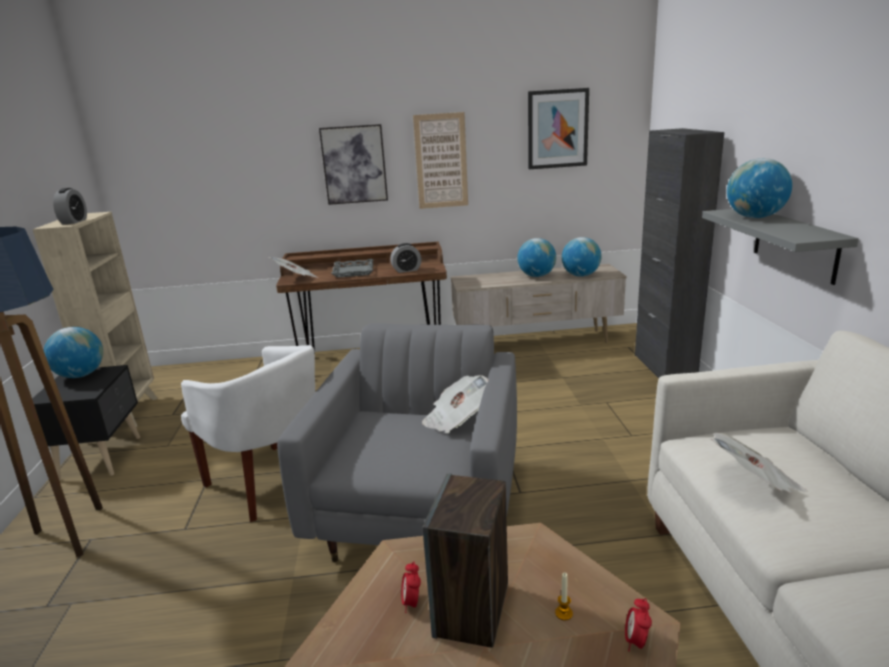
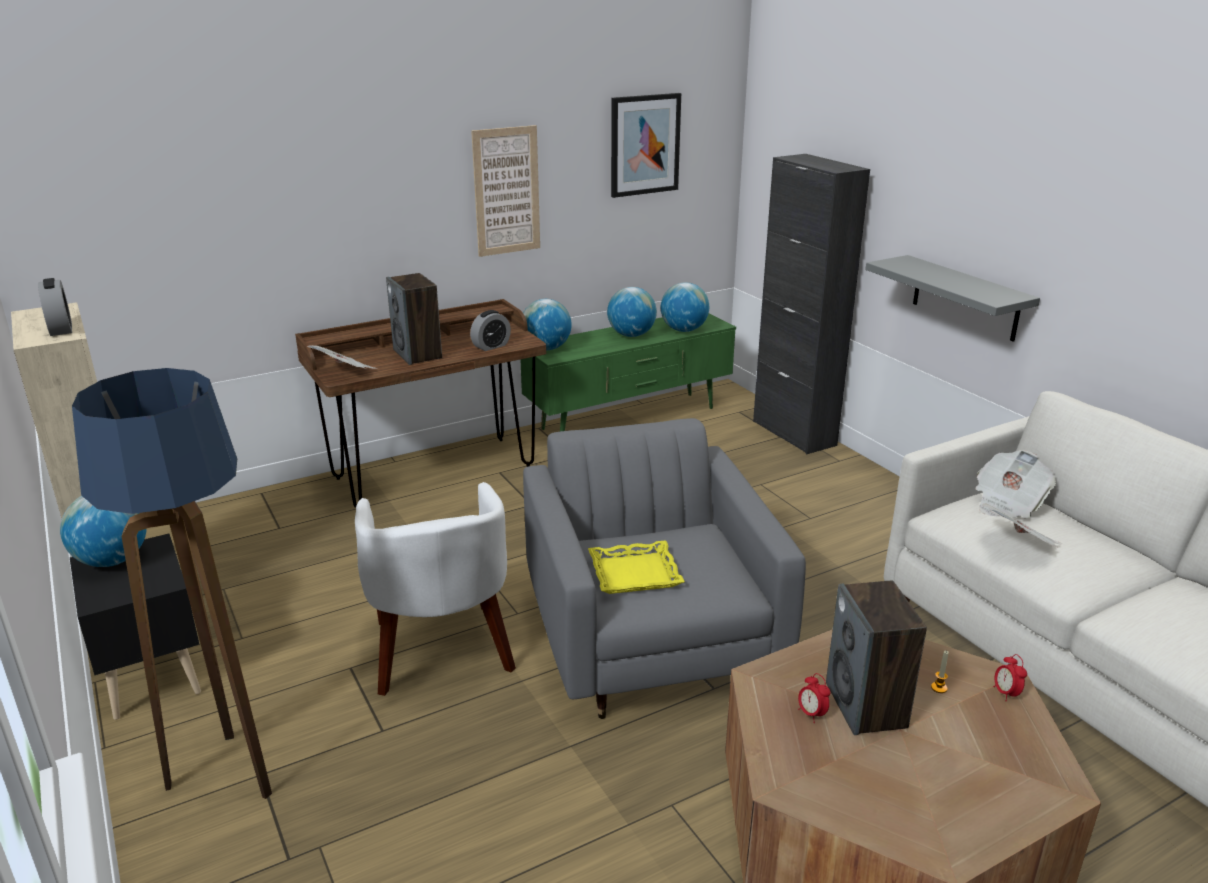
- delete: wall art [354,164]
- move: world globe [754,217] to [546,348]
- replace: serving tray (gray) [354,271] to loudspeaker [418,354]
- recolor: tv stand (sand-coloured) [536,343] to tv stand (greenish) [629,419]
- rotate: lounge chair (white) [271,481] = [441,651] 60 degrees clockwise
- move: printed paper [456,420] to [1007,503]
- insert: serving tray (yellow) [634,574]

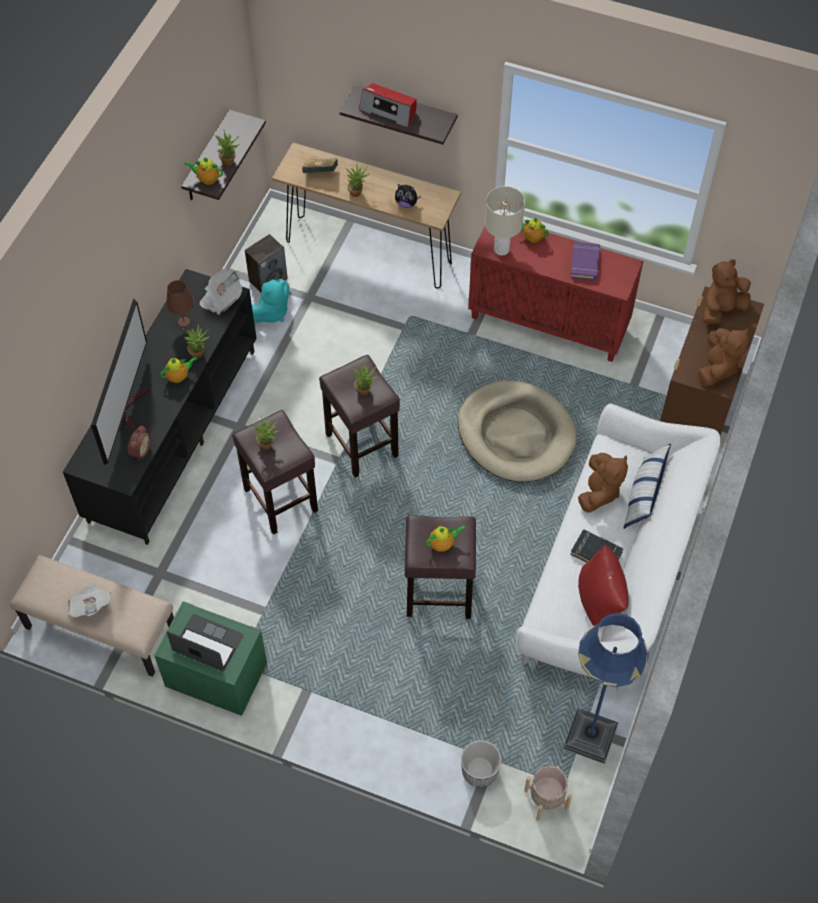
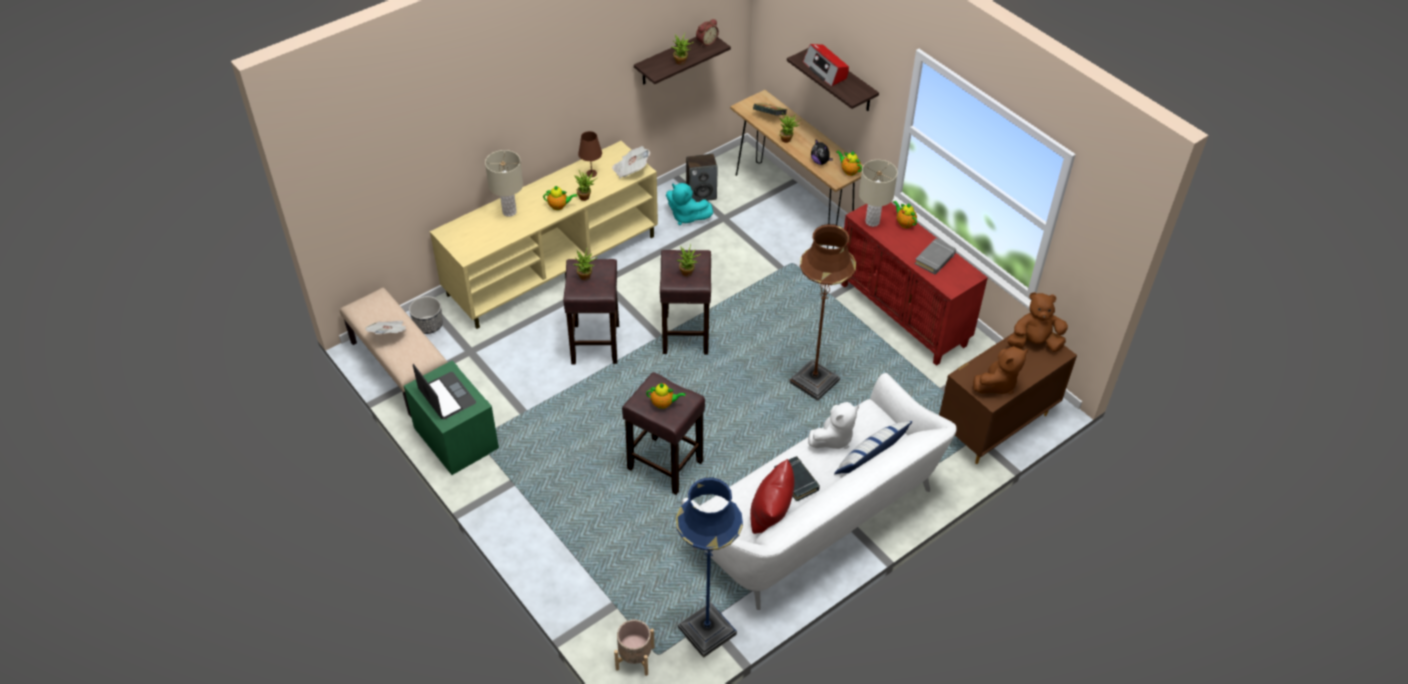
- move: teapot [207,179] to [849,171]
- recolor: volume (purple-coloured) [585,263] to volume (gray) [935,259]
- recolor: tv stand (black) [174,433] to tv stand (sand-coloured) [553,265]
- rotate: soft toy (blue-green) [271,313] = [686,216] 45 degrees clockwise
- replace: television [131,408] to table lamp (sand-coloured) [509,211]
- replace: dog bed (sand-coloured) [516,434] to floor lamp (brown) [814,381]
- move: table clock [139,451] to [706,42]
- recolor: soft toy (brown) [599,492] to soft toy (white) [833,438]
- move: plant pot [480,771] to [429,325]

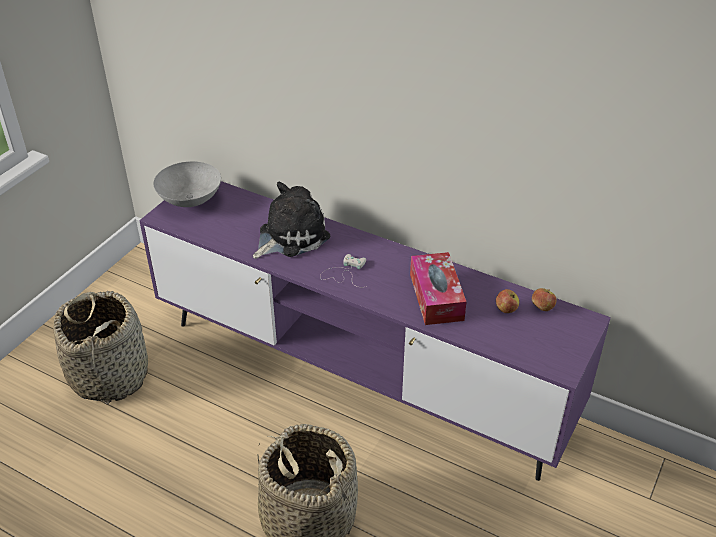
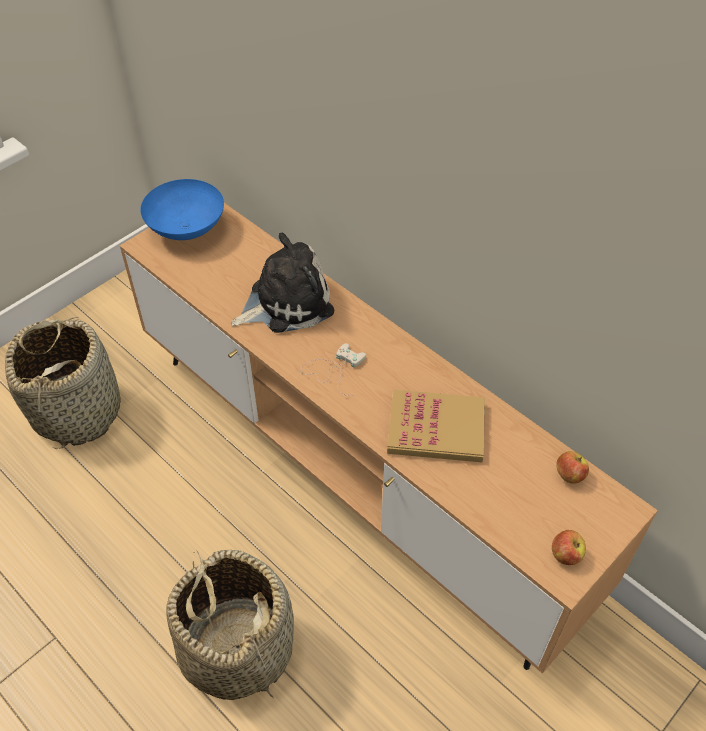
- recolor: bowl (gray) [190,201] to bowl (bluish) [186,230]
- recolor: tv stand (purple-coloured) [359,373] to tv stand (brown) [354,472]
- replace: box of tissues [436,297] to volume [436,429]
- move: apple [506,309] to [565,555]

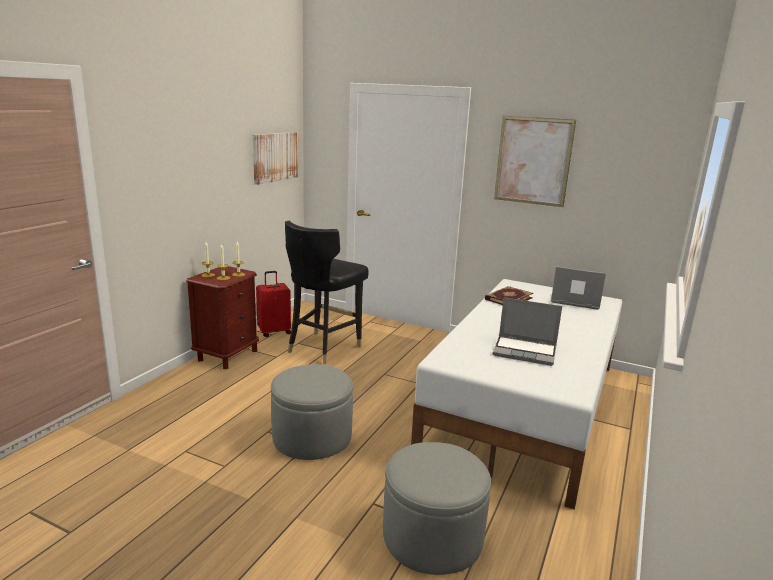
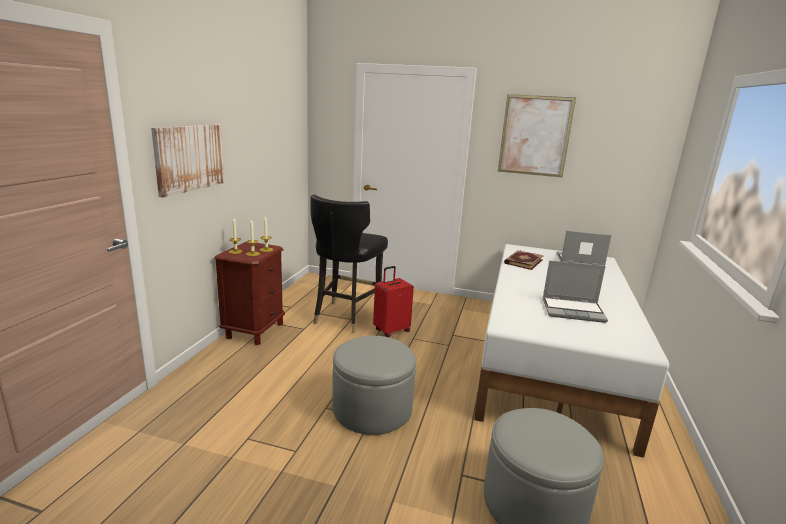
- move: wall art [275,157] to [189,158]
- move: piece of luggage (red) [274,332] to [391,330]

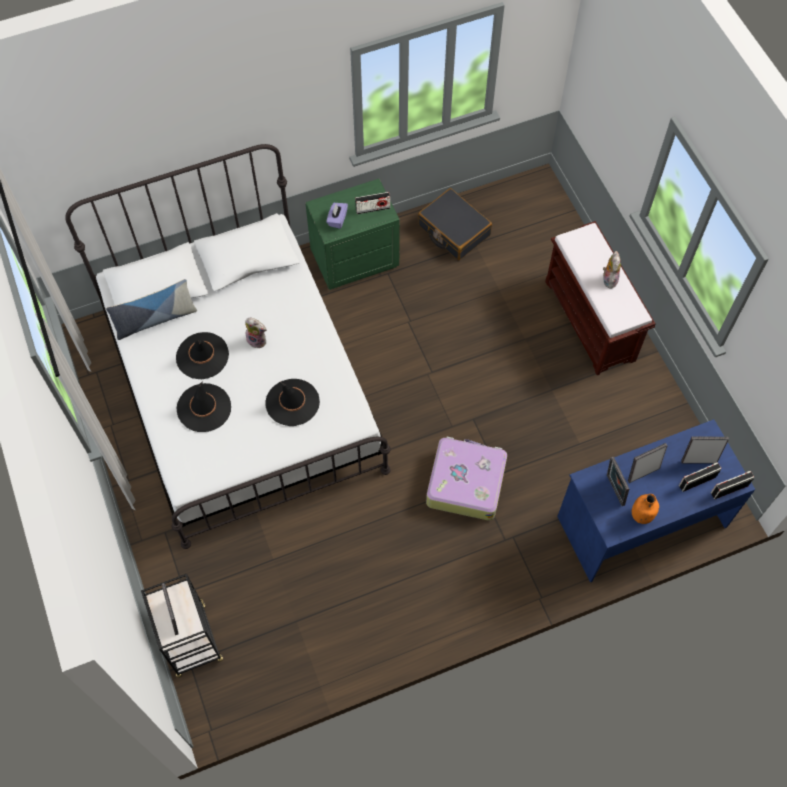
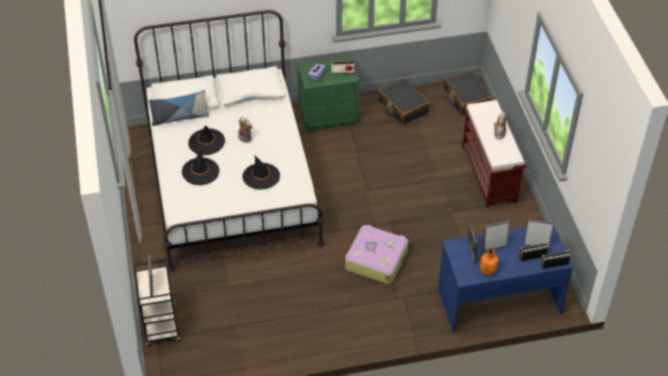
- insert: piece of luggage (black) [466,98]

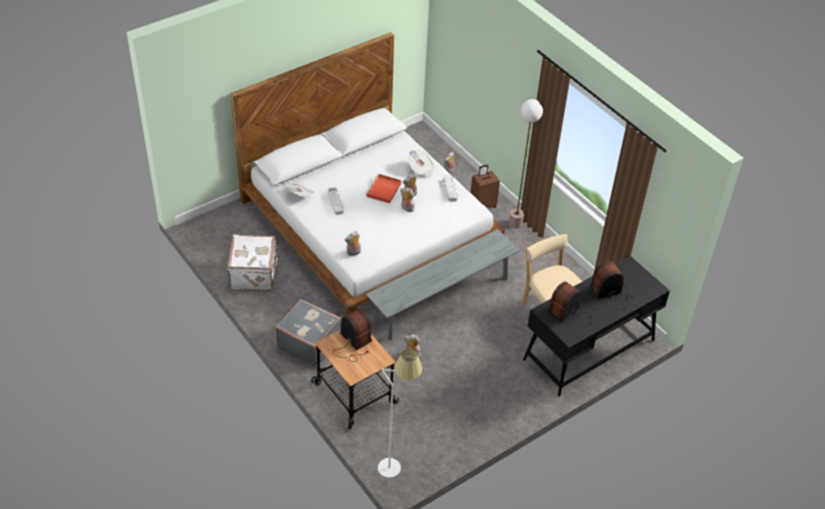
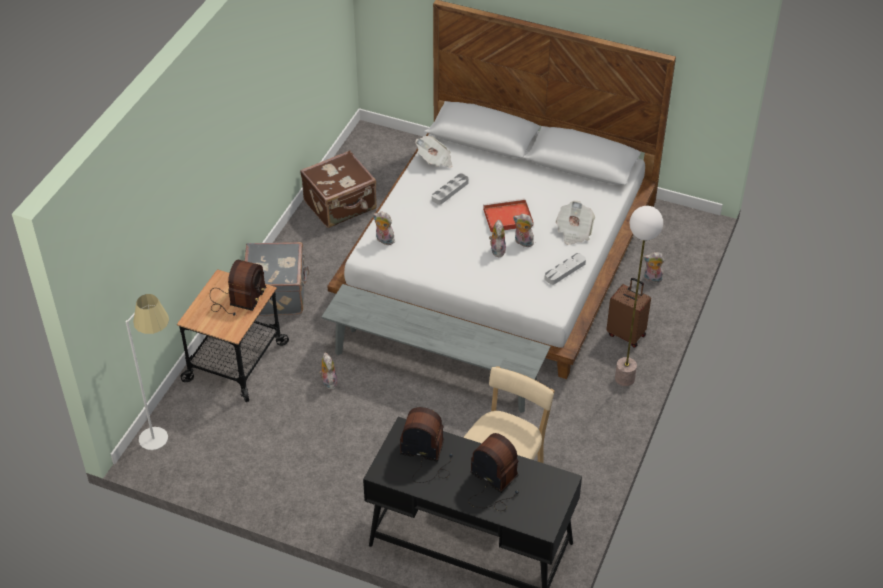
- recolor: piece of luggage (white) [254,273] to piece of luggage (brown) [341,205]

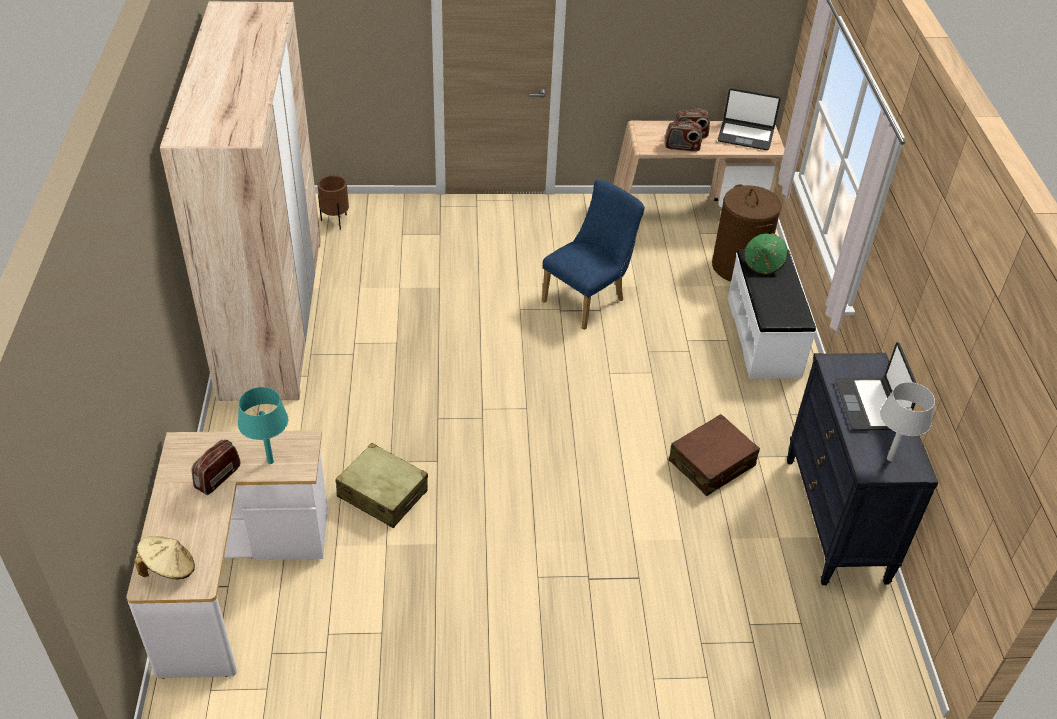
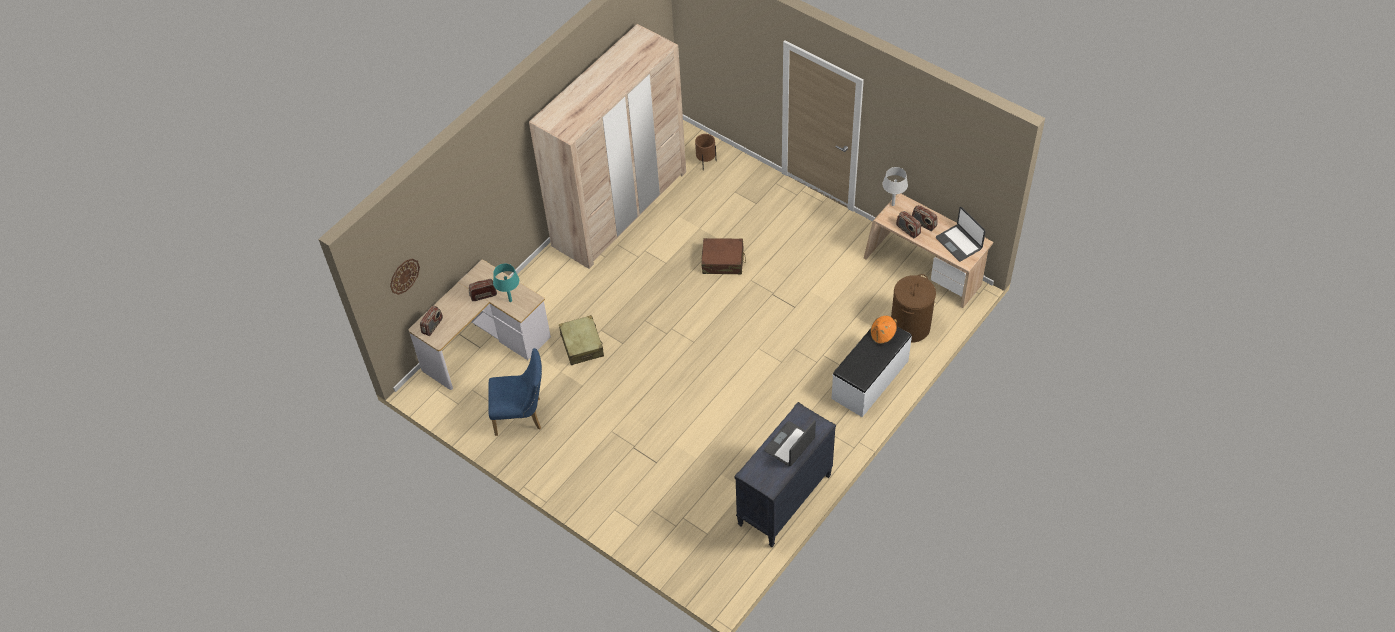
- move: upright chair (bluish) [588,299] to [522,416]
- recolor: hat (greenish) [763,264] to hat (orangey) [883,335]
- move: table lamp (gray) [889,458] to [893,204]
- move: piece of luggage (brown) [712,464] to [723,261]
- replace: hat (sand-coloured) [169,568] to radio set [432,326]
- insert: hanging clock [404,276]

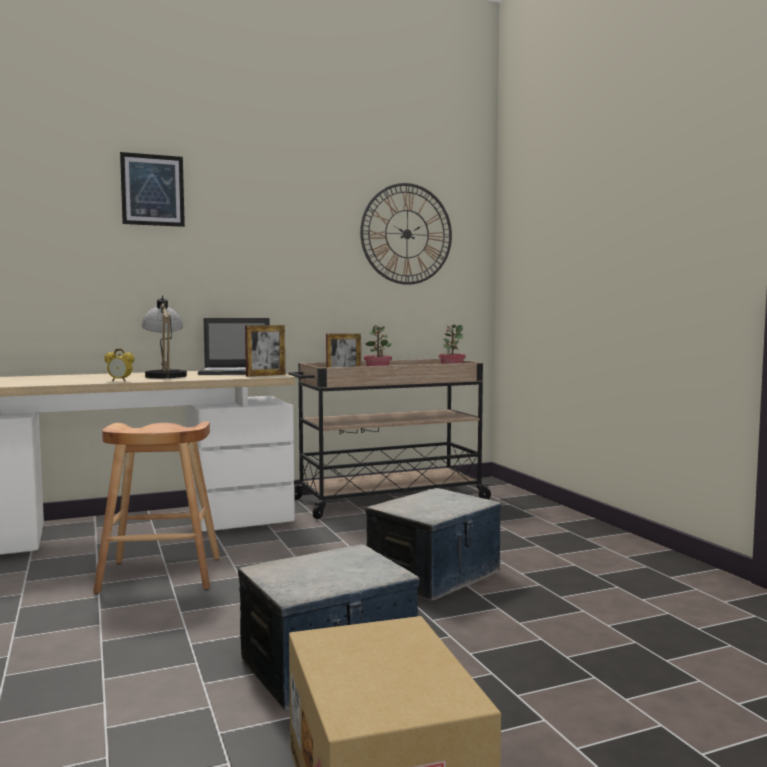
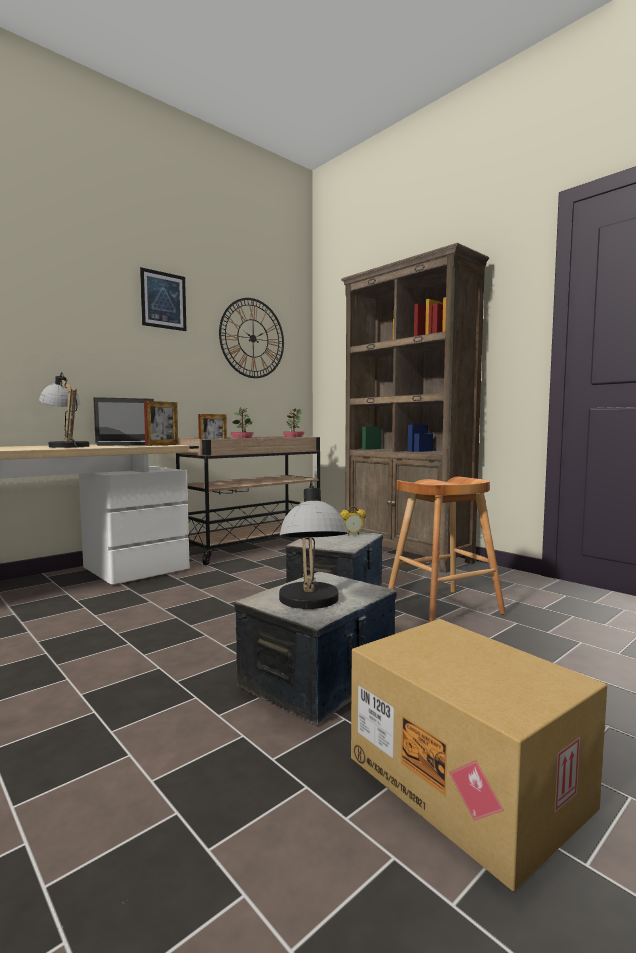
- move: wall art [152,190] to [163,300]
- move: table clock [120,381] to [352,534]
- move: stool (brown) [161,575] to [443,609]
- insert: bookshelf (brown) [406,554]
- insert: table lamp [311,604]

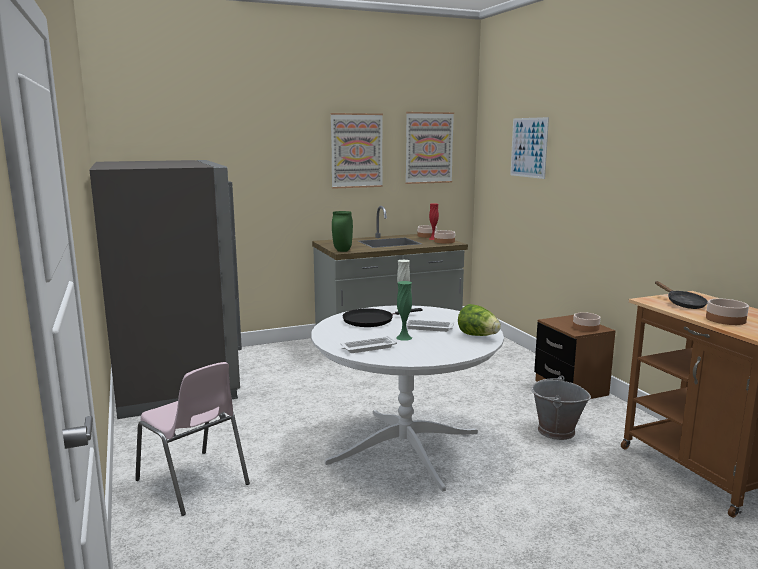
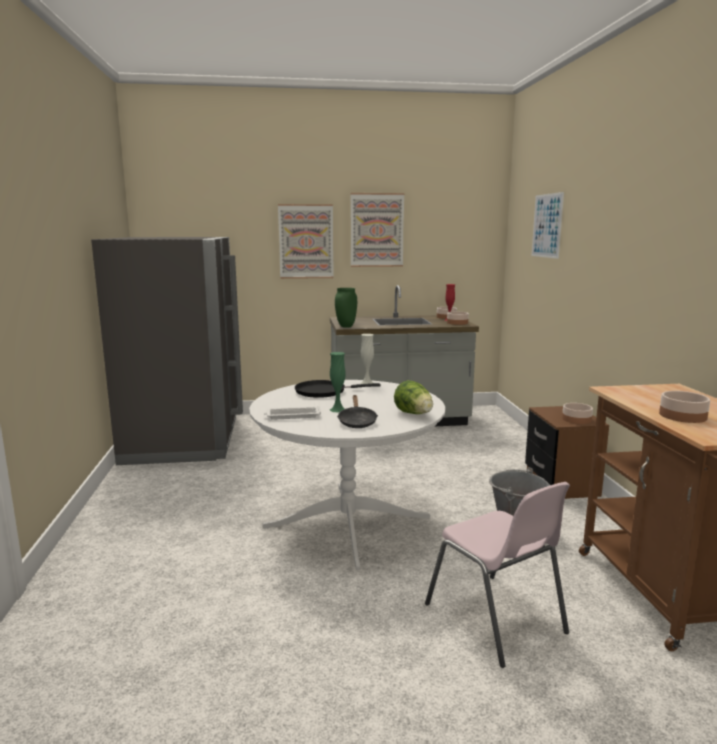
- move: wall art [429,148] to [306,241]
- move: skillet (black) [682,304] to [357,421]
- delete: serving tray (white) [427,328]
- move: upright chair (pink) [193,483] to [496,619]

